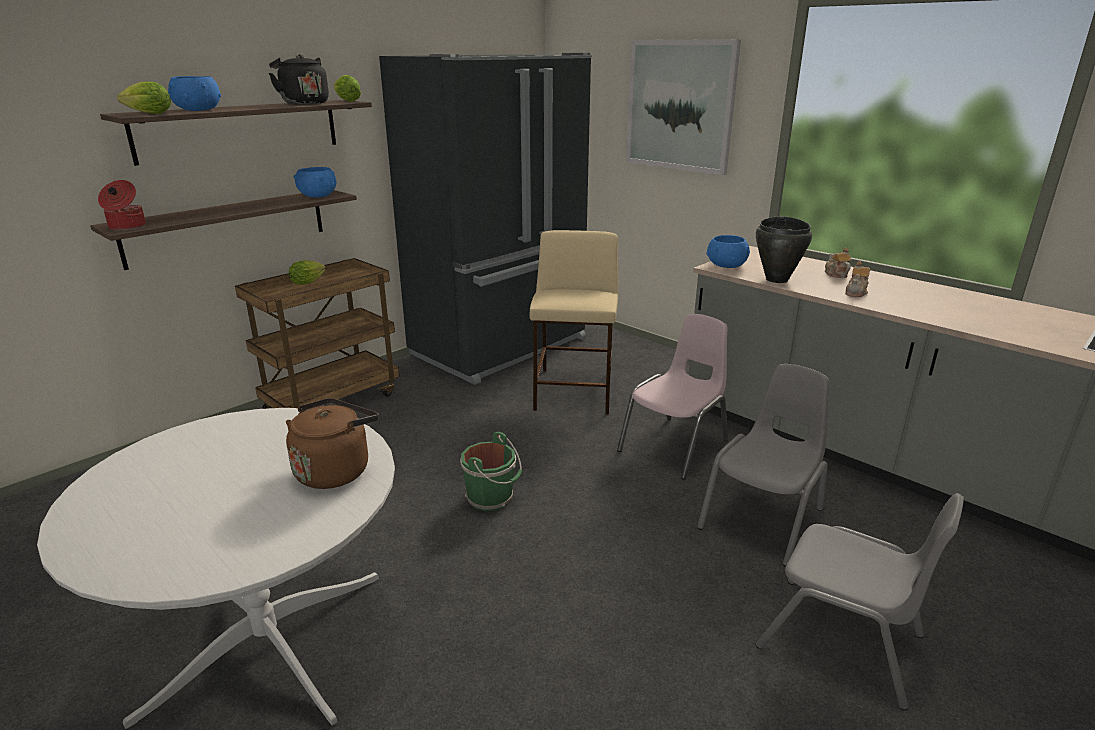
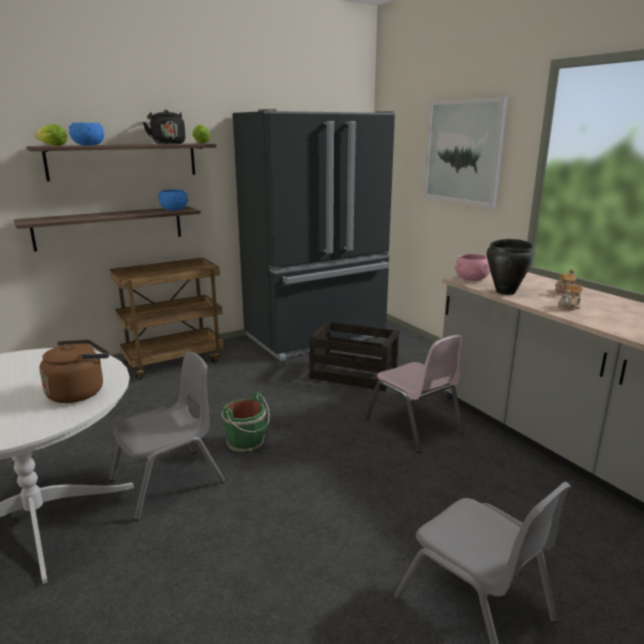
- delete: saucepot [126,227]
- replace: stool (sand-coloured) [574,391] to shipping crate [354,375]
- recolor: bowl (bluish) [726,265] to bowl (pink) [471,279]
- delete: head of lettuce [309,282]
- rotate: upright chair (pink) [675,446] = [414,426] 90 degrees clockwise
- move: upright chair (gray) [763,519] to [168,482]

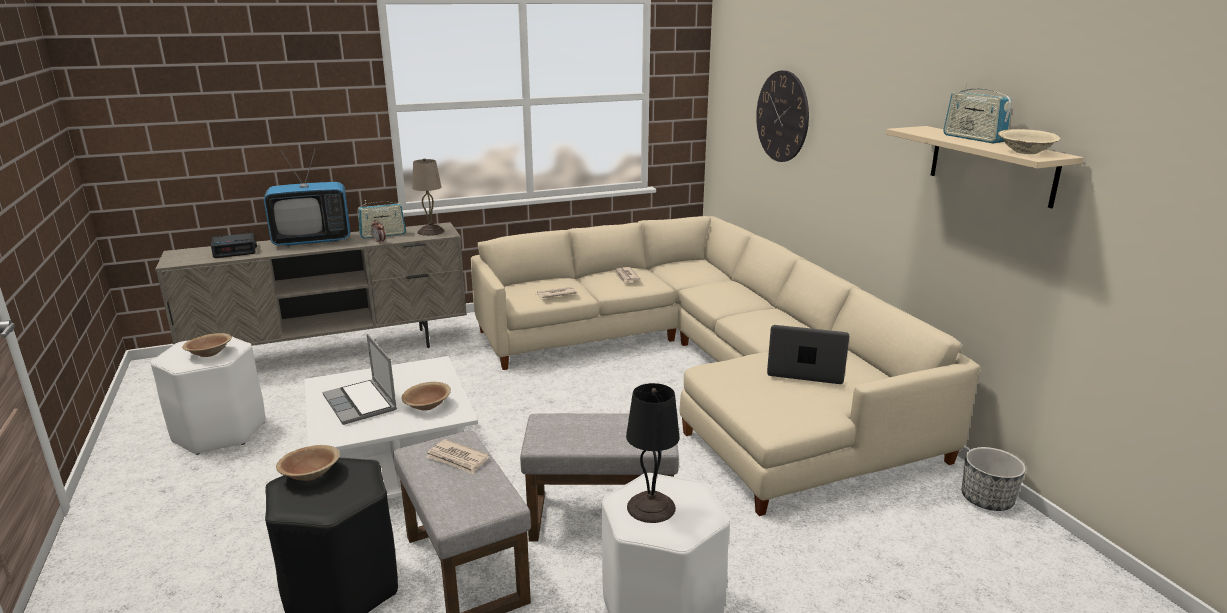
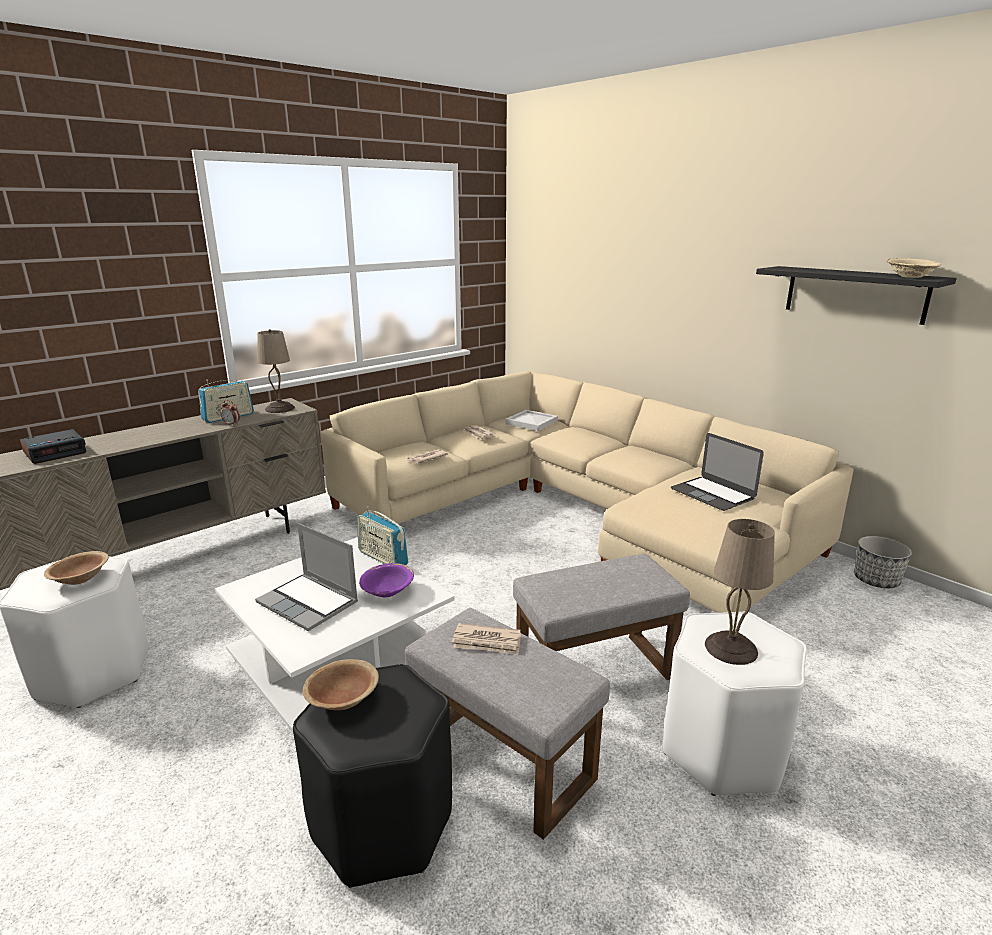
- delete: hanging clock [782,116]
- move: radio set [973,138] to [383,558]
- recolor: bracket shelf (sand-coloured) [991,165] to bracket shelf (black) [855,294]
- delete: television [312,240]
- rotate: portable computer [805,369] = [712,493] 120 degrees counterclockwise
- recolor: bowl (brown) [427,406] to bowl (purple-coloured) [387,591]
- recolor: table lamp (black) [651,508] to table lamp (sand-coloured) [732,648]
- insert: serving tray (white) [530,422]

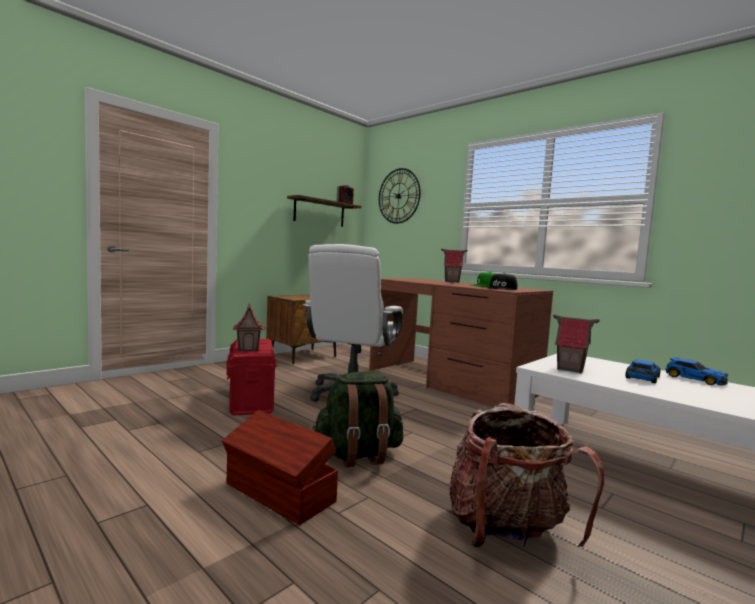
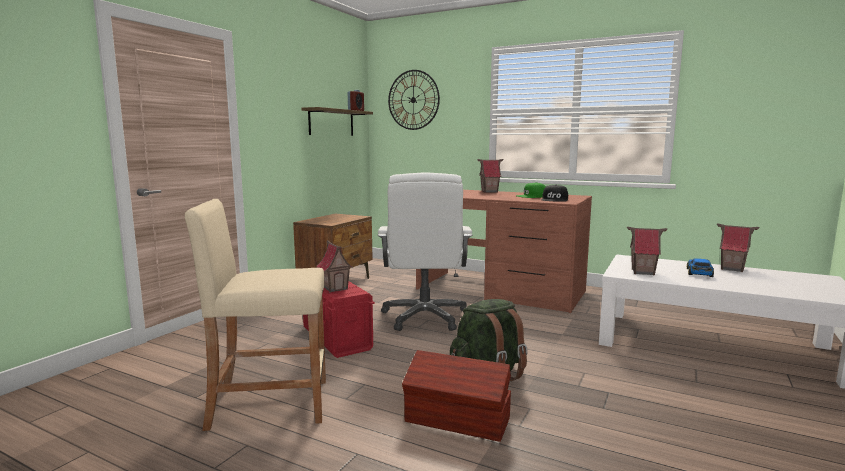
- replace: model car [694,379] to toy house [732,268]
- delete: backpack [506,531]
- insert: stool (sand-coloured) [270,404]

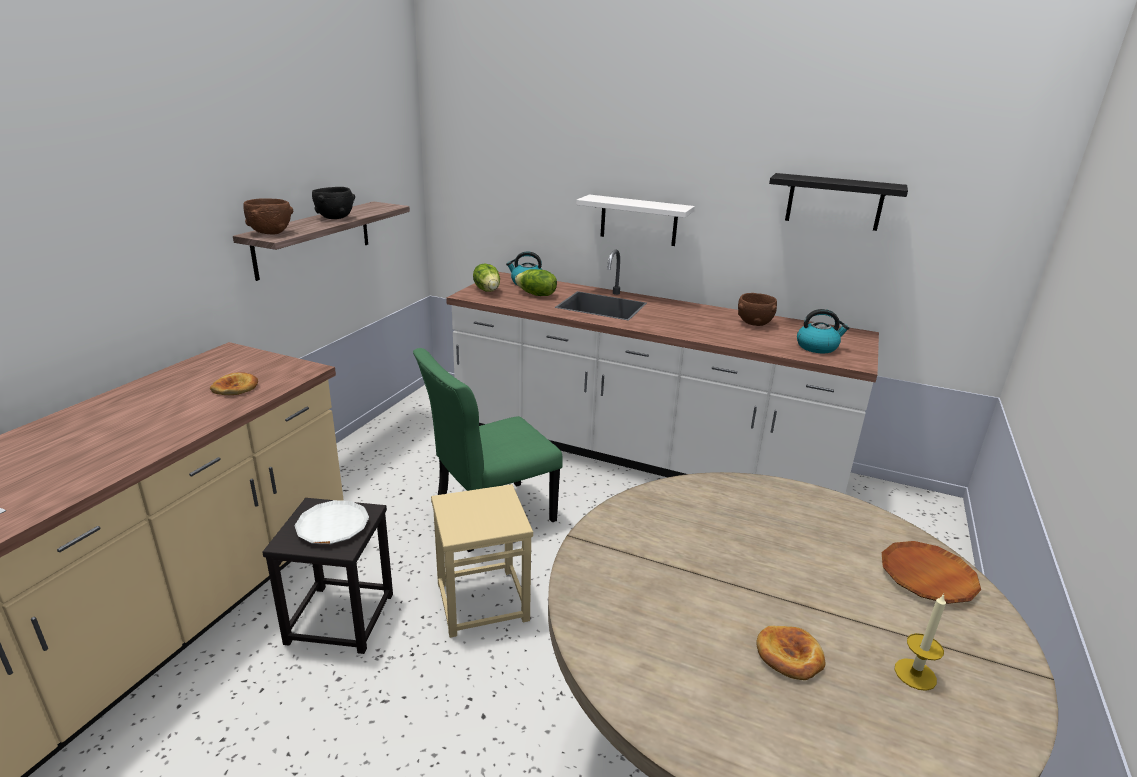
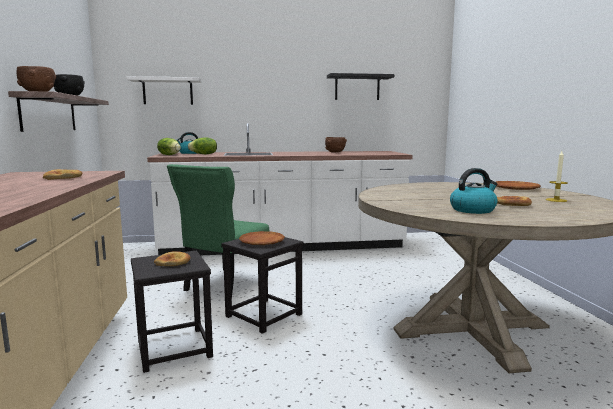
- move: bracket shelf (white) [638,220] to [167,91]
- move: kettle [817,347] to [473,210]
- recolor: stool (sand-coloured) [482,601] to stool (black) [263,315]
- replace: flat dish (white) [333,526] to baked bread [173,262]
- insert: flat dish (brown) [262,241]

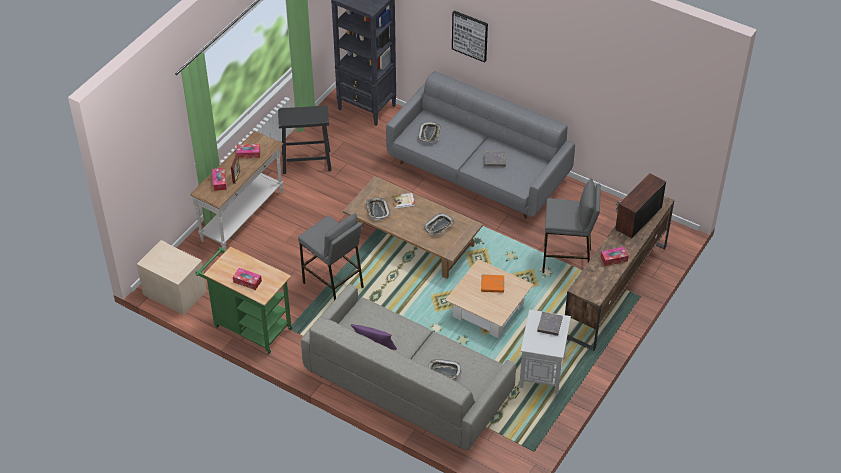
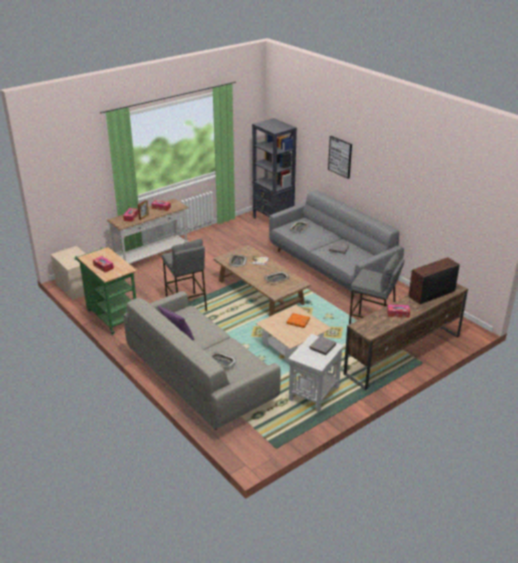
- delete: stool (black) [306,161]

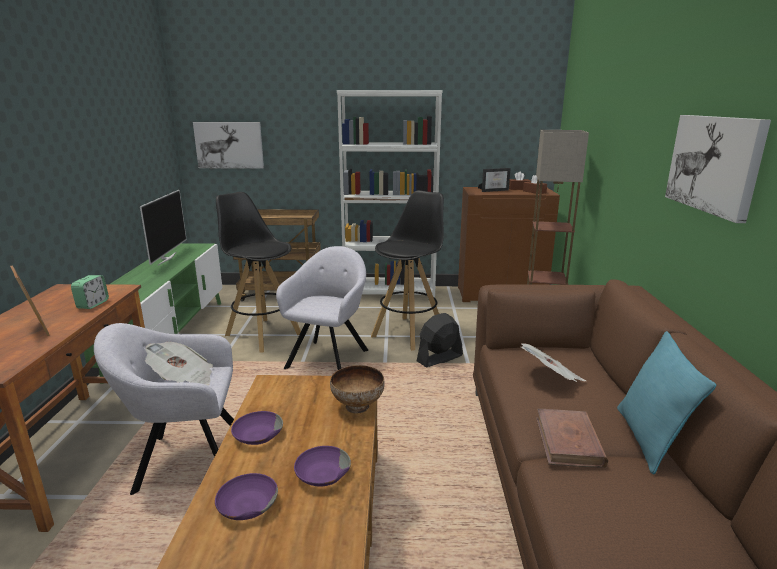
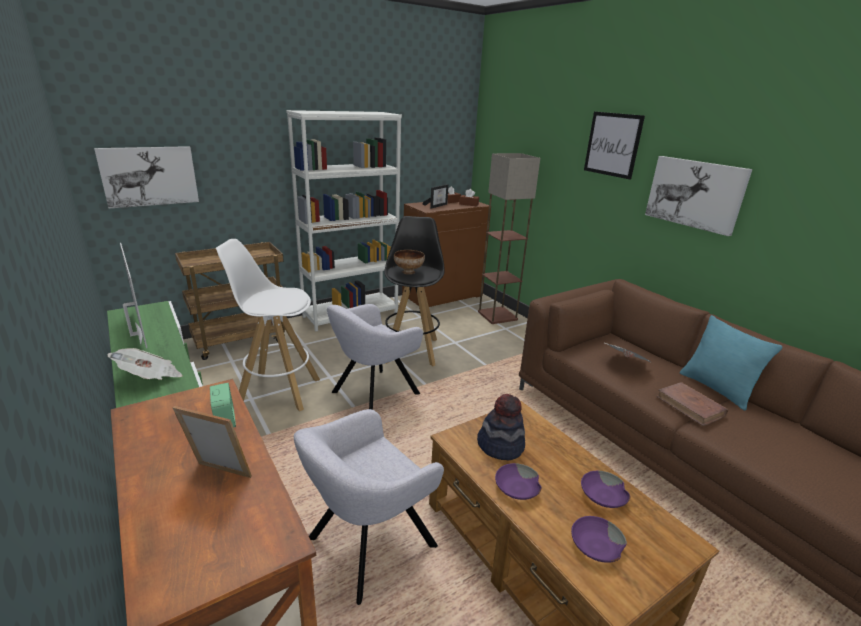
- recolor: stool (black) [263,334] to stool (white) [278,391]
- rotate: lounge chair (gray) [329,357] = [373,394] 120 degrees counterclockwise
- delete: fan (black) [439,358]
- move: printed paper [183,378] to [150,378]
- move: bowl [358,407] to [409,272]
- insert: wall art [612,144]
- insert: hat [500,445]

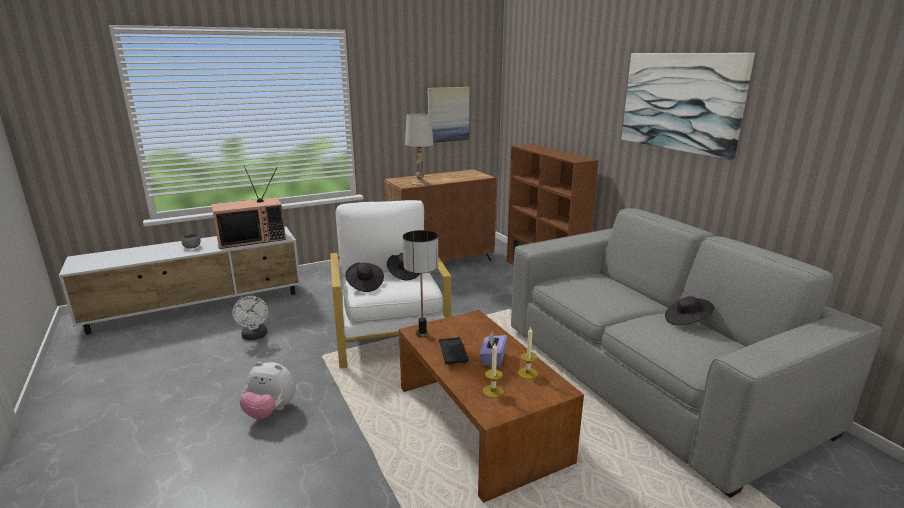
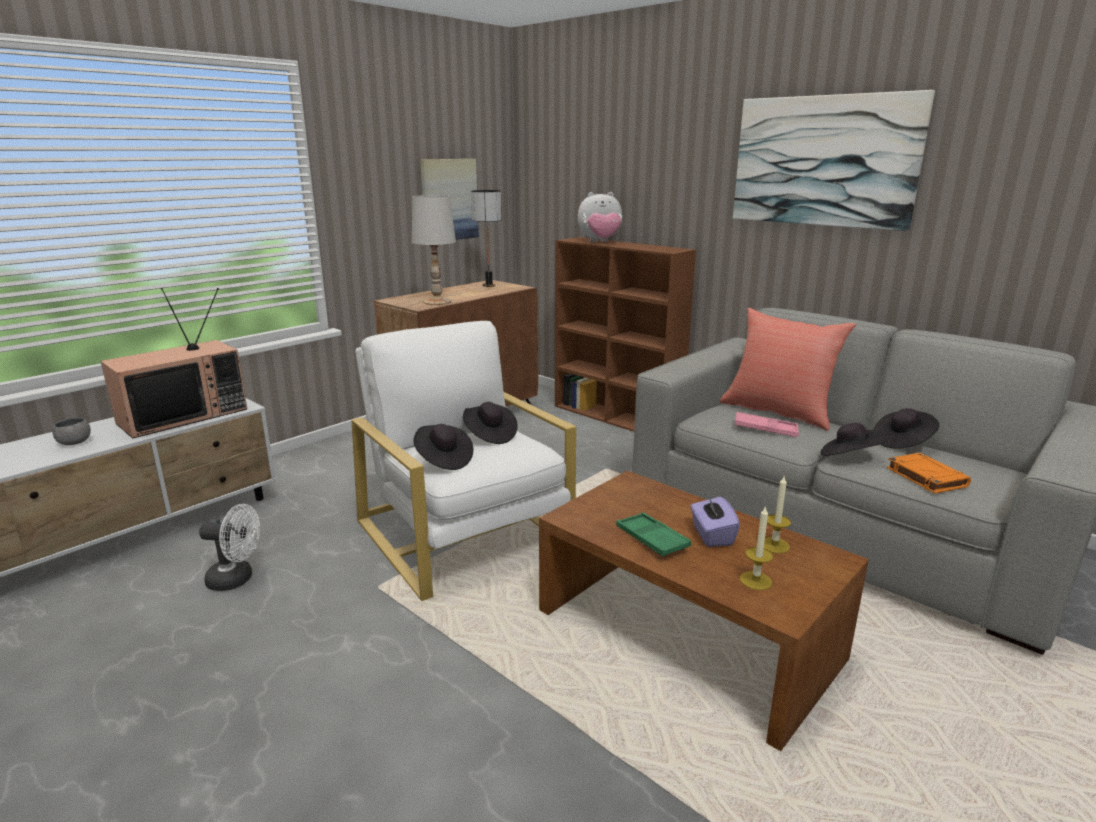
- move: table lamp [422,333] to [488,285]
- rotate: fan (white) [255,336] = [237,579] 45 degrees counterclockwise
- recolor: serving tray (black) [453,354] to serving tray (greenish) [651,539]
- move: soft toy [270,411] to [600,242]
- insert: pillow (red) [778,411]
- insert: serving tray (pink) [765,429]
- insert: hat (black) [849,457]
- insert: volume (orangey) [925,477]

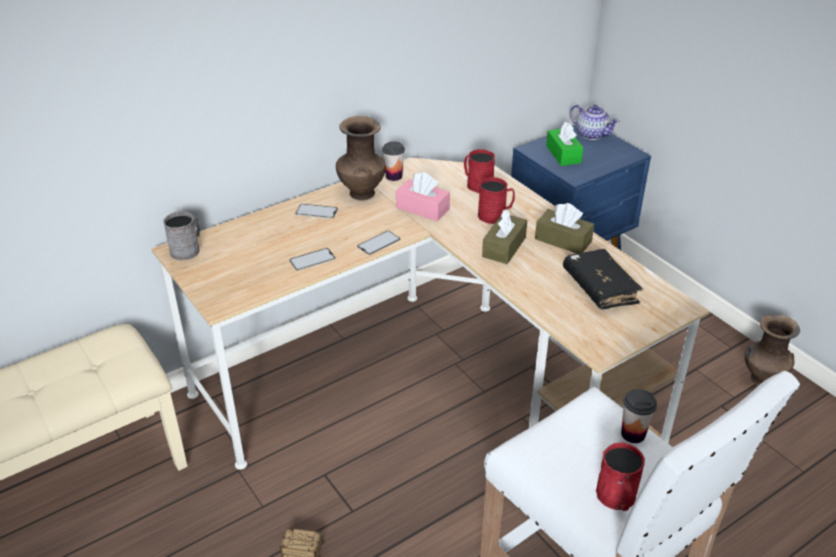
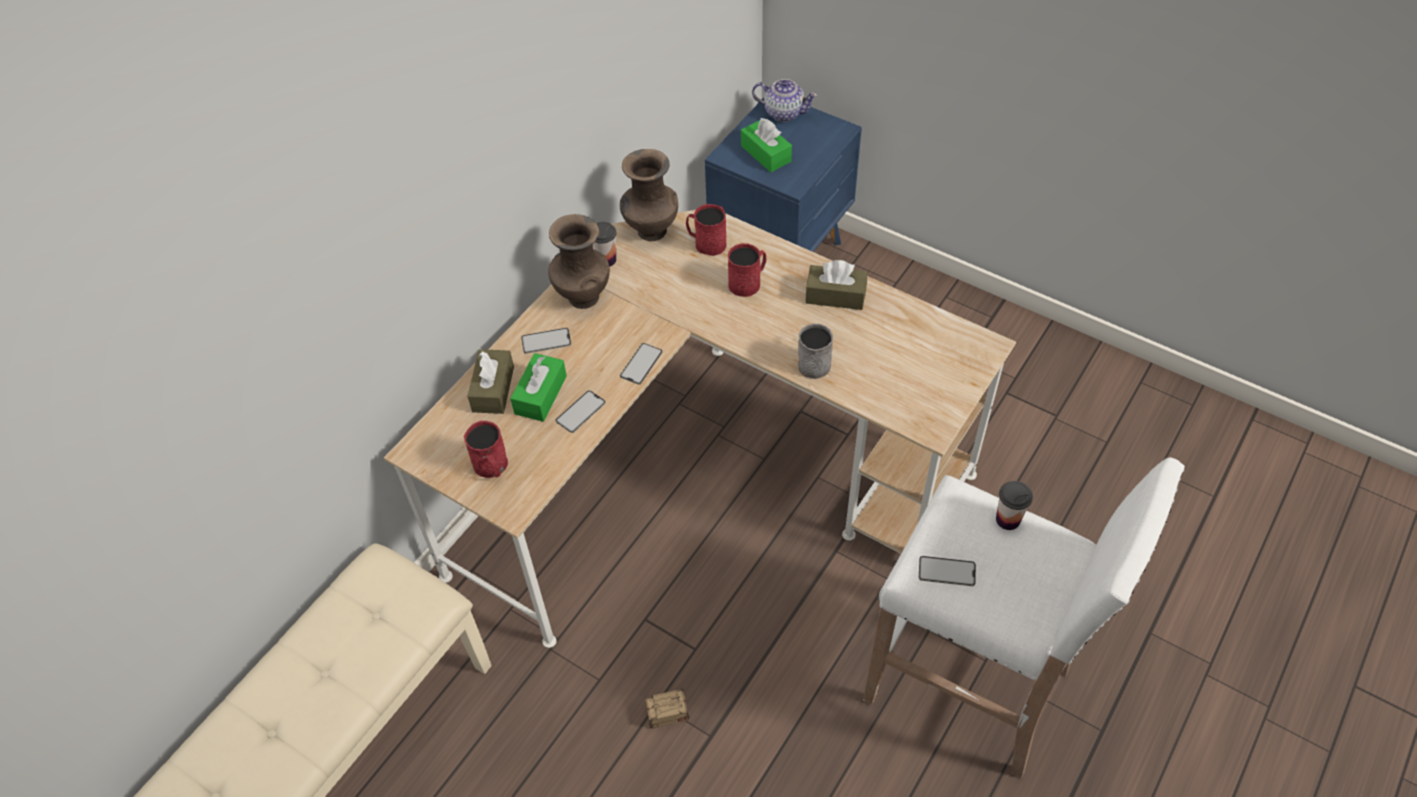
- delete: box of tissues (pink) [422,208]
- move: box of tissues (brown) [504,247] to [493,389]
- move: mug (gray) [188,249] to [814,361]
- delete: volume (black) [600,287]
- move: vase (brown) [761,379] to [650,231]
- move: mug (red) [617,499] to [492,467]
- insert: box of tissues (greenish) [540,395]
- insert: phone [947,571]

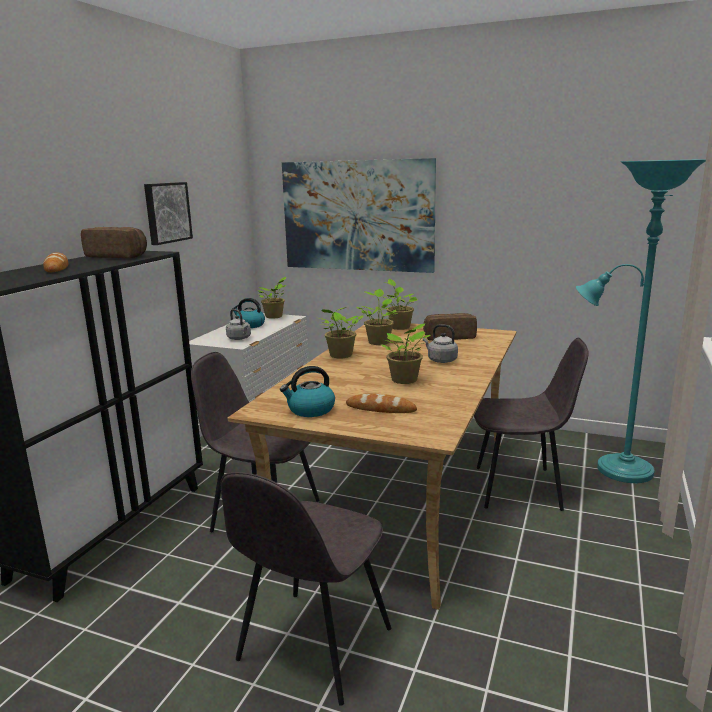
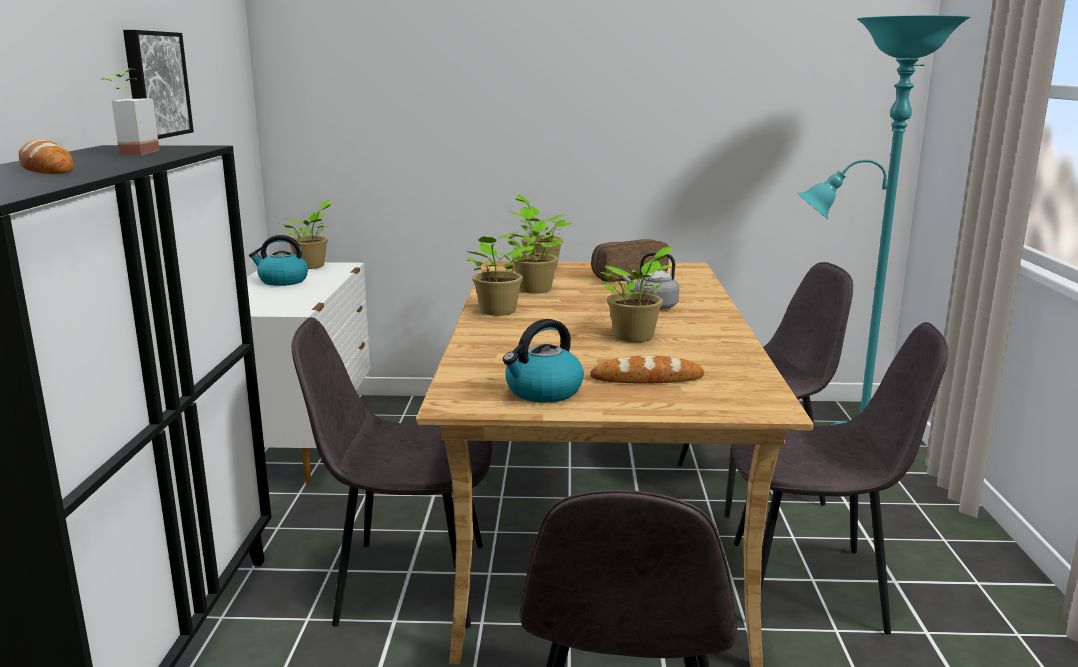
- delete: wall art [357,216]
- replace: baked bread [118,256] to plant in a pot [130,152]
- delete: kettle (gray) [239,338]
- insert: upright chair (gray) [811,586]

